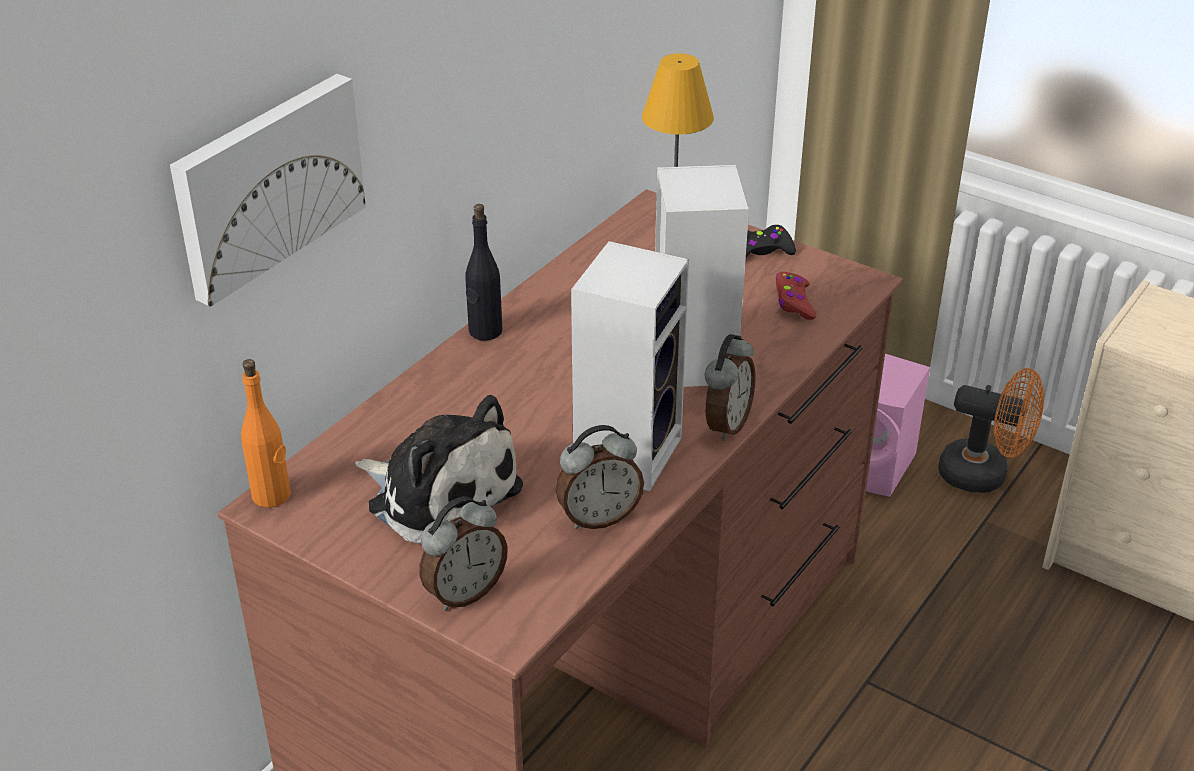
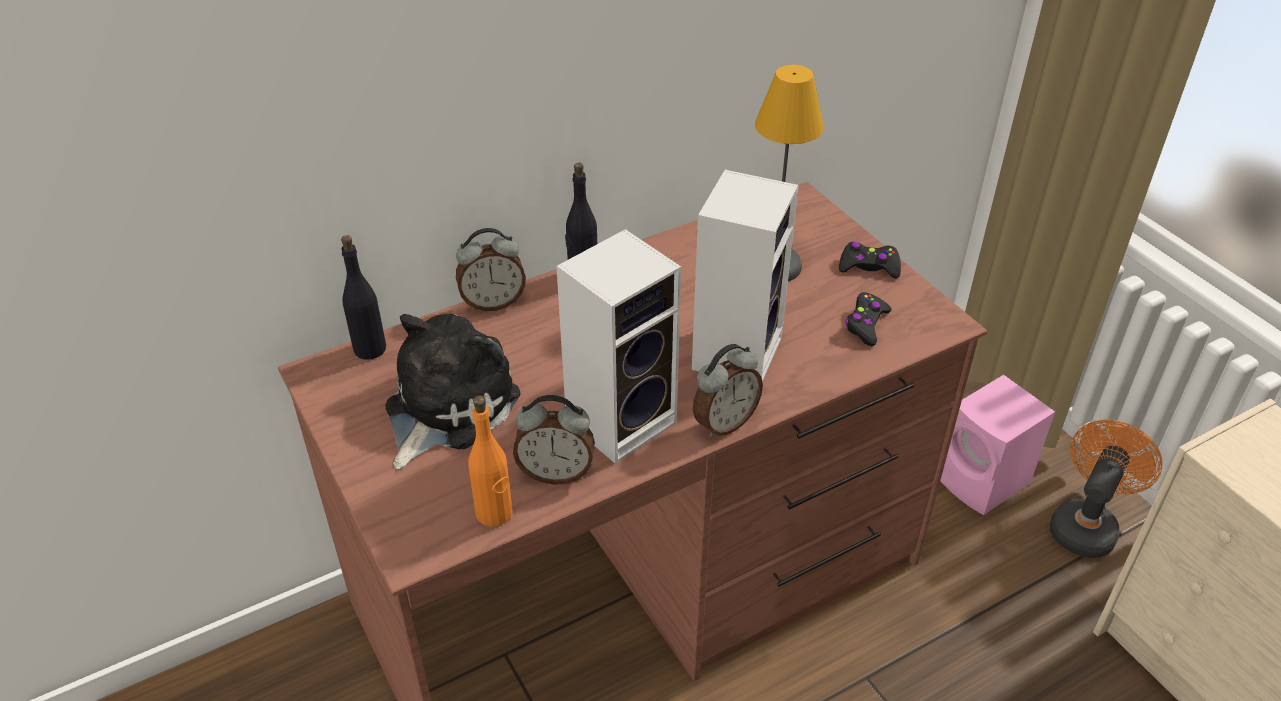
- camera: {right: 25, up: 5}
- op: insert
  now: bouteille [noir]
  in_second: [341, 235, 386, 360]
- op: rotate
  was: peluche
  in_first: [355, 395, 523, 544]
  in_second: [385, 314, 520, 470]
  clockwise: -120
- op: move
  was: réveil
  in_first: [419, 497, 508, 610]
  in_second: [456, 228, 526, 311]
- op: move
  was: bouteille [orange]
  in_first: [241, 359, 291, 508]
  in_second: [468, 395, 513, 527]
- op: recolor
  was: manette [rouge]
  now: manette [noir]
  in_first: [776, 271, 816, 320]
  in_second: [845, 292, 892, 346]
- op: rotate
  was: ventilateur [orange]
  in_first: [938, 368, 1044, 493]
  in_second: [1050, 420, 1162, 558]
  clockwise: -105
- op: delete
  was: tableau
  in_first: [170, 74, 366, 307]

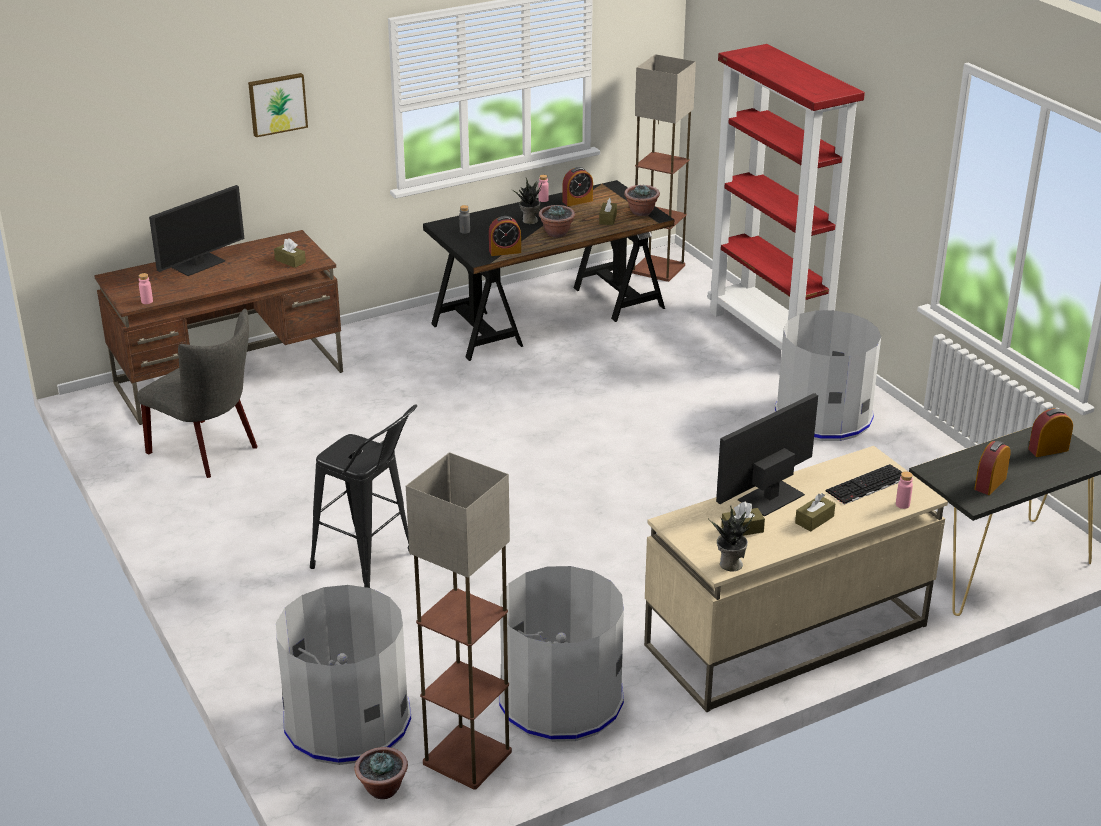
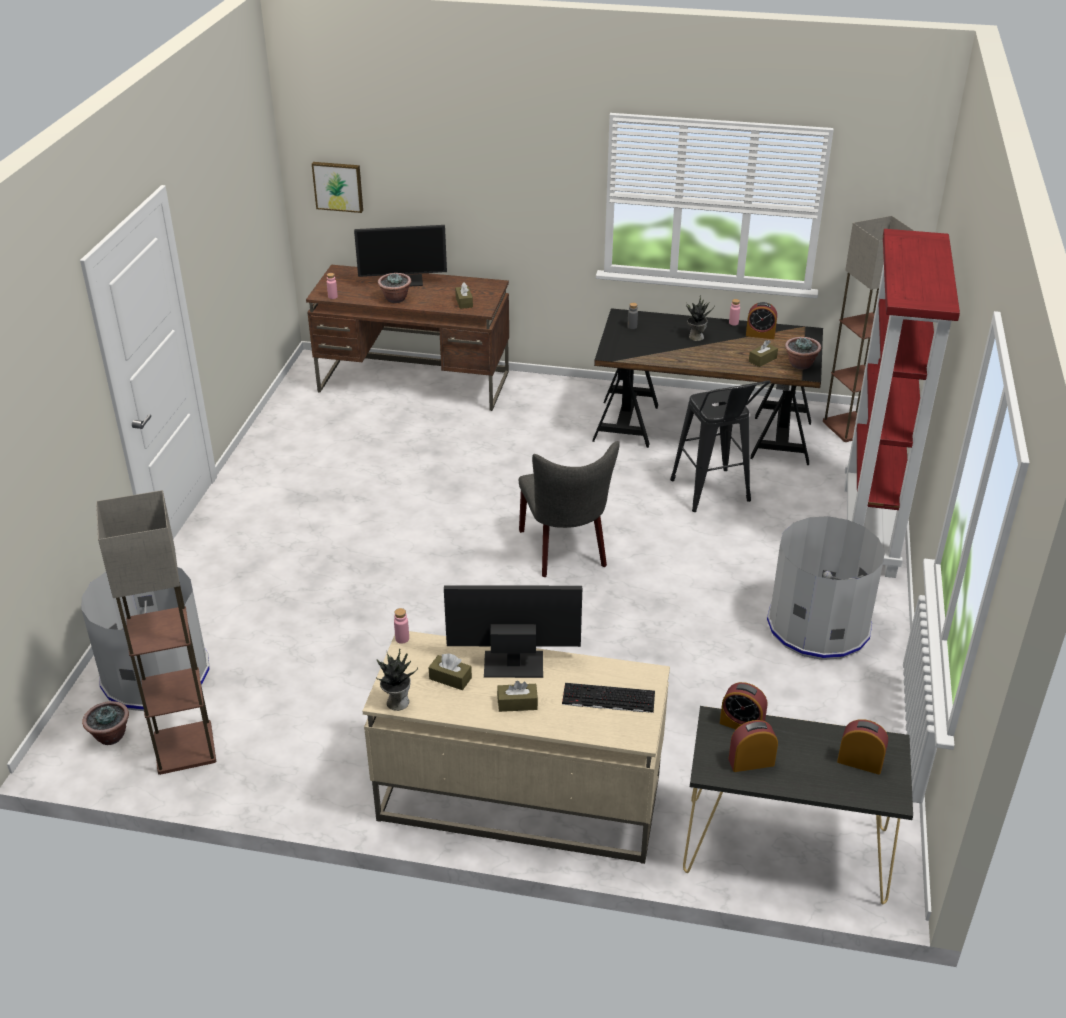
- camera: {right: 40, up: 5}
- op: move
  was: tableau
  in_first: [248, 73, 308, 137]
  in_second: [312, 162, 363, 213]
- op: move
  was: plante en pot
  in_first: [539, 205, 575, 238]
  in_second: [378, 273, 411, 303]
- op: move
  was: bouteille [rose]
  in_first: [896, 471, 913, 509]
  in_second: [394, 608, 409, 644]
- op: move
  was: chaise [gris]
  in_first: [137, 309, 257, 478]
  in_second: [519, 441, 620, 577]
- op: move
  was: tabouret [noir]
  in_first: [310, 404, 417, 588]
  in_second: [670, 380, 770, 512]
- op: move
  was: réveil
  in_first: [489, 216, 521, 256]
  in_second: [720, 682, 767, 729]
- op: delete
  was: poubelle [gris]
  in_first: [499, 566, 624, 742]

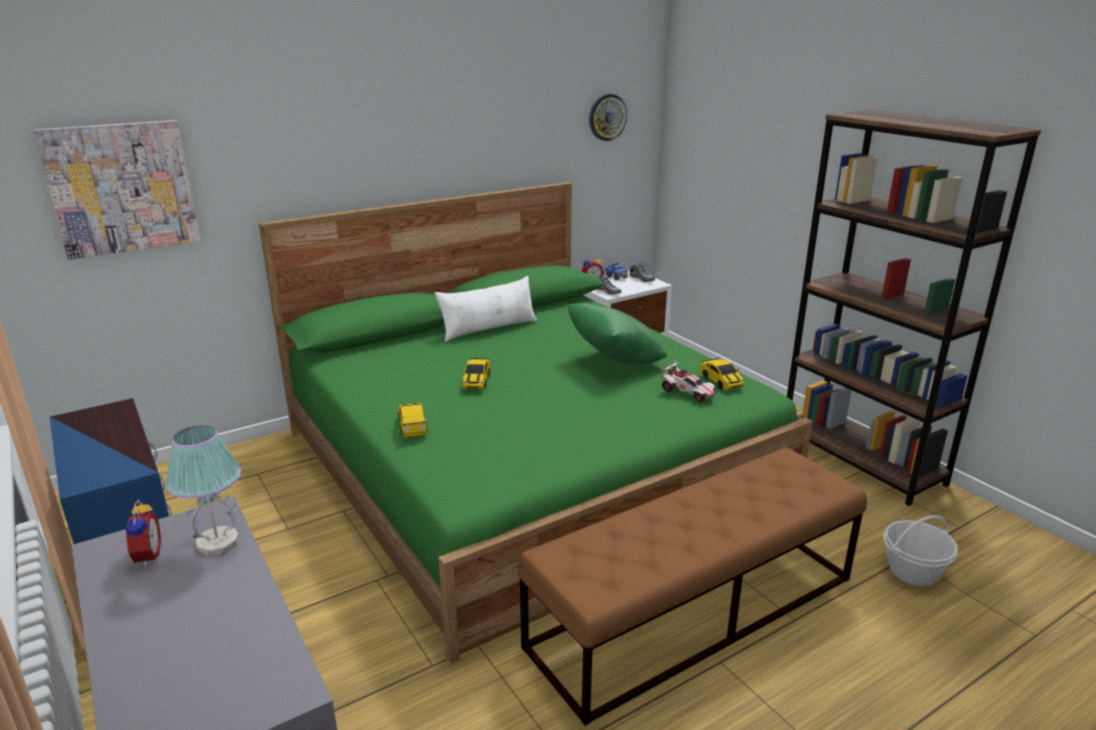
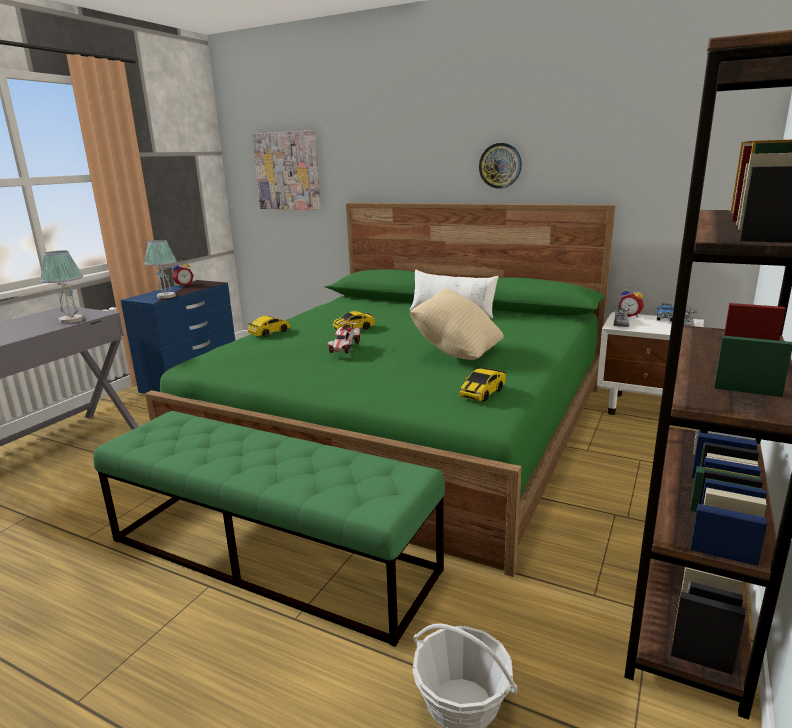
- camera: {right: 60, up: -5}
- op: recolor
  was: banc [marron]
  now: banc [vert]
  in_first: [518, 447, 867, 726]
  in_second: [93, 411, 445, 647]
- op: insert
  now: lampe de table
  in_second: [145, 240, 177, 299]
- op: move
  was: réveil
  in_first: [121, 499, 161, 566]
  in_second: [172, 260, 194, 287]
- op: move
  was: petite voiture
  in_first: [660, 359, 717, 402]
  in_second: [327, 320, 361, 354]
- op: recolor
  was: coussin [vert]
  now: coussin [beige]
  in_first: [567, 303, 667, 365]
  in_second: [410, 289, 504, 360]
- op: move
  was: horloge murale
  in_first: [589, 94, 627, 141]
  in_second: [479, 143, 522, 188]

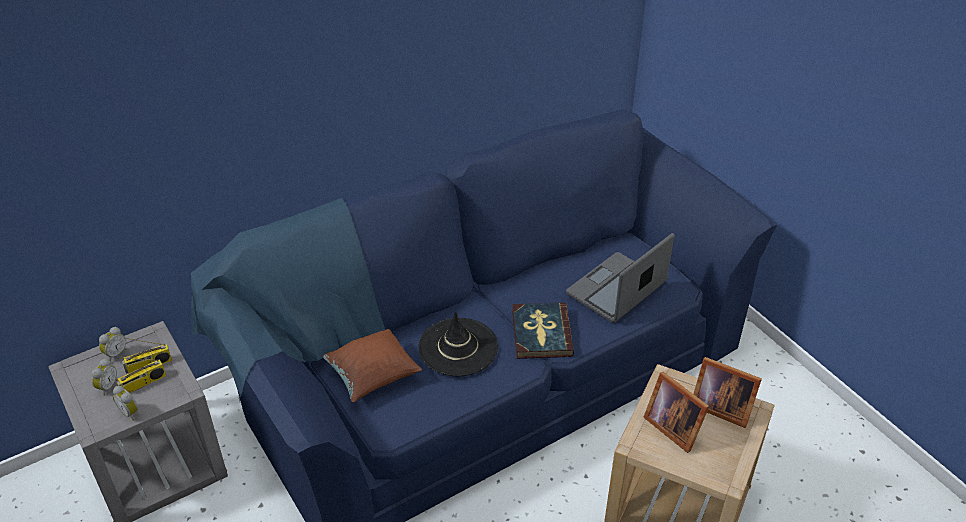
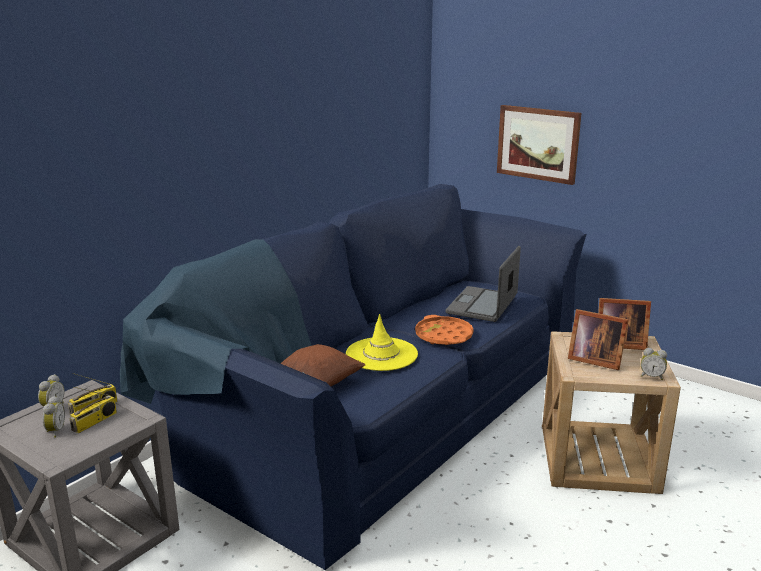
- camera: {right: -20, up: -20}
- op: recolor
  was: chapeau [noir]
  now: chapeau [jaune]
  in_first: [418, 312, 498, 376]
  in_second: [346, 314, 418, 371]
- op: replace
  was: livre
  now: plateau [orange]
  in_first: [512, 303, 574, 359]
  in_second: [415, 315, 473, 345]
- op: insert
  now: tableau
  in_second: [497, 105, 582, 185]
- op: move
  was: réveil
  in_first: [113, 386, 138, 421]
  in_second: [641, 348, 667, 380]

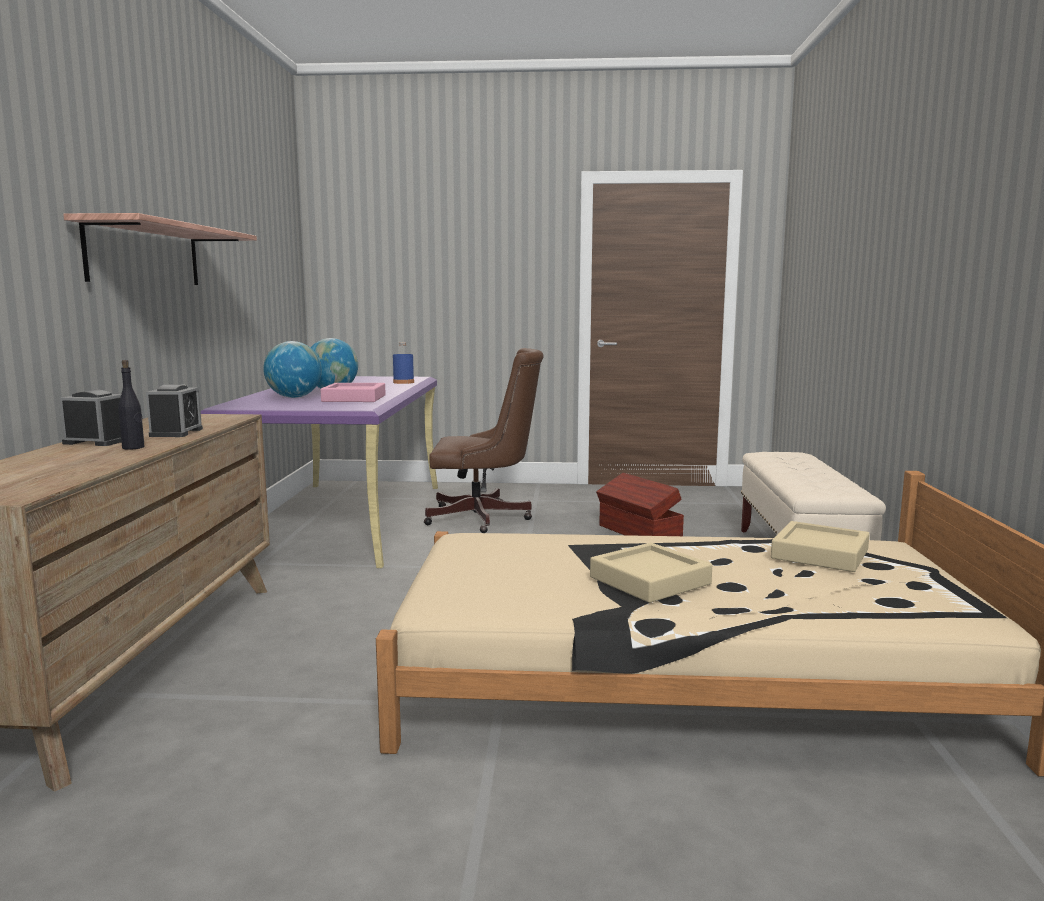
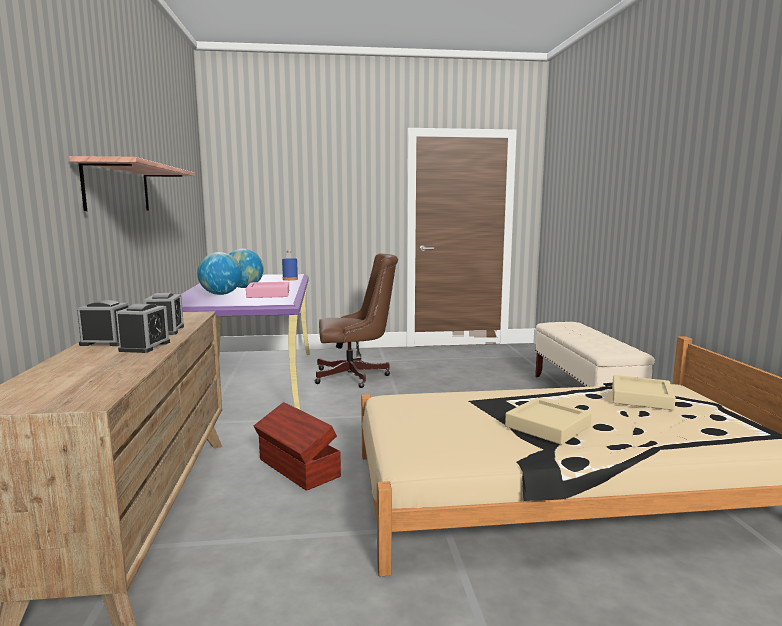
- camera: {right: -10, up: 0}
- op: replace
  was: bouteille [noir]
  now: réveil
  in_first: [118, 360, 144, 450]
  in_second: [116, 304, 170, 353]
- op: move
  was: boîte de rangement [marron]
  in_first: [596, 473, 684, 536]
  in_second: [254, 402, 341, 491]

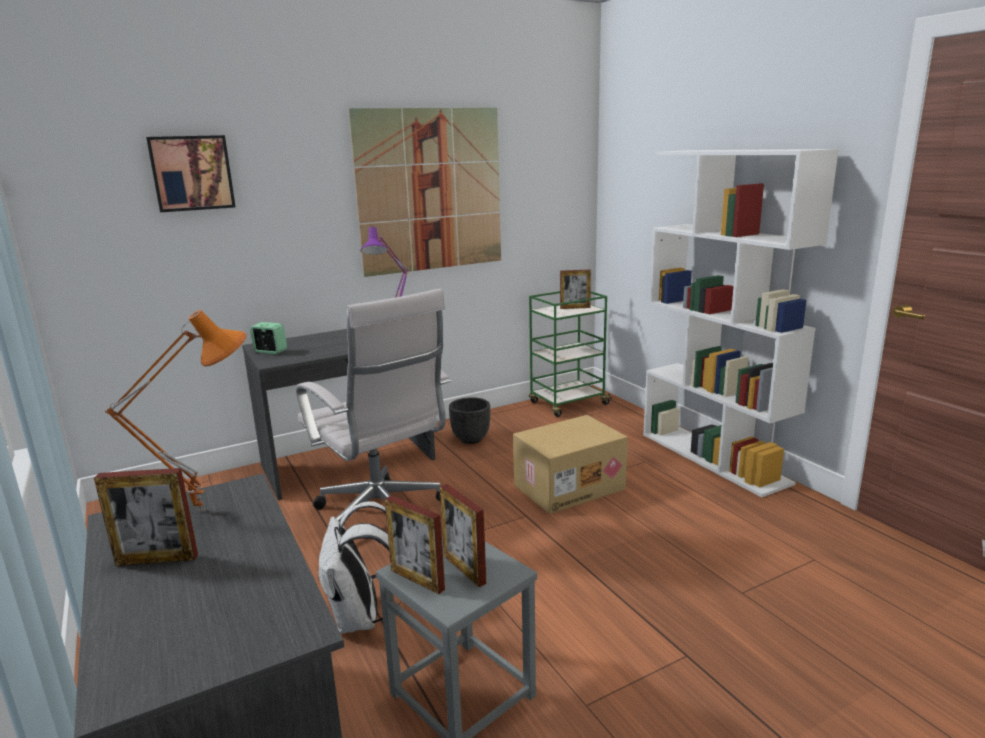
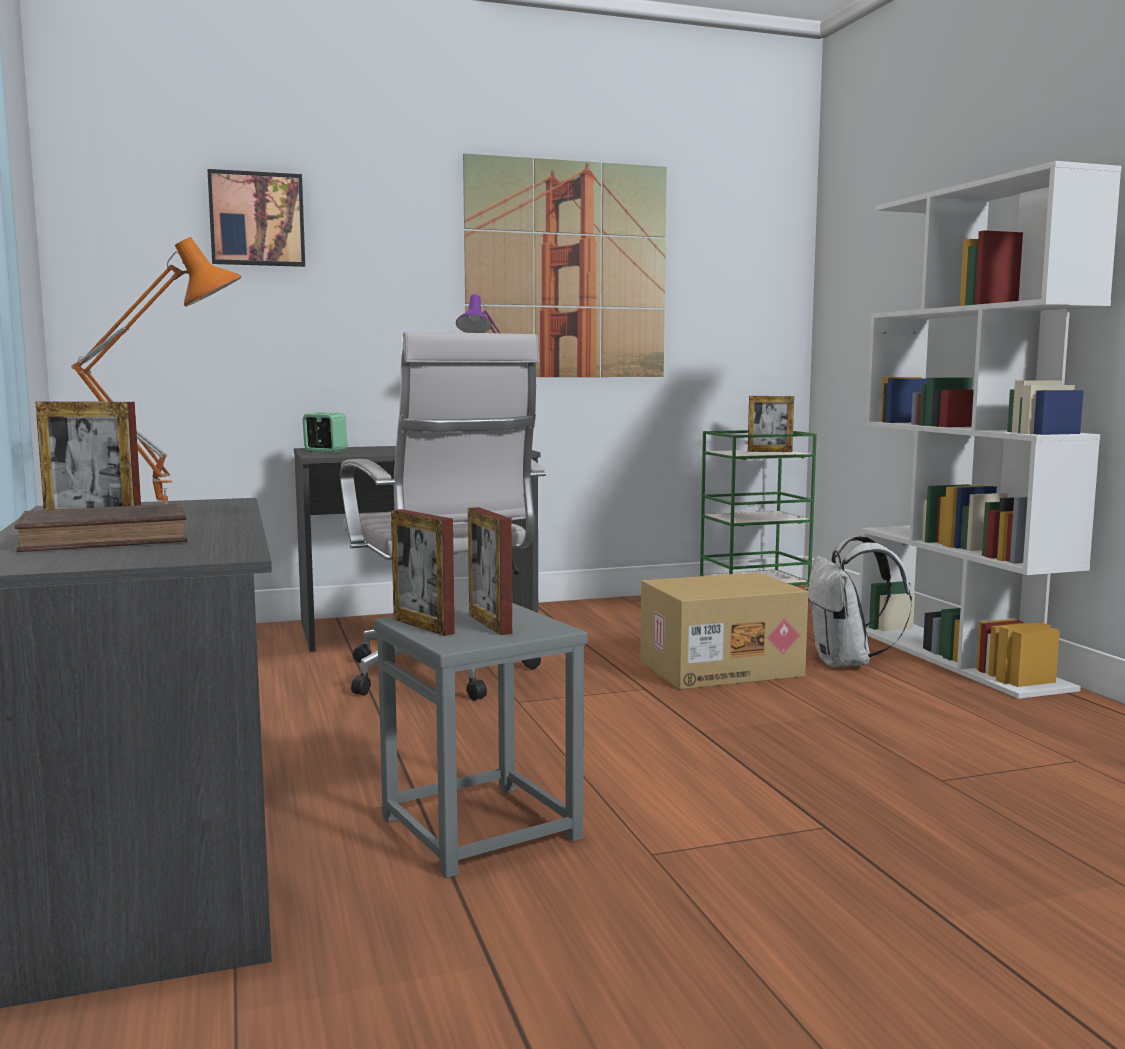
- camera: {right: 10, up: -10}
- op: insert
  now: livre [marron]
  in_second: [15, 504, 188, 552]
- op: move
  was: sac à dos [blanc]
  in_first: [318, 501, 401, 634]
  in_second: [808, 536, 912, 667]
- op: delete
  was: cache-pot [noir]
  in_first: [449, 397, 490, 444]

